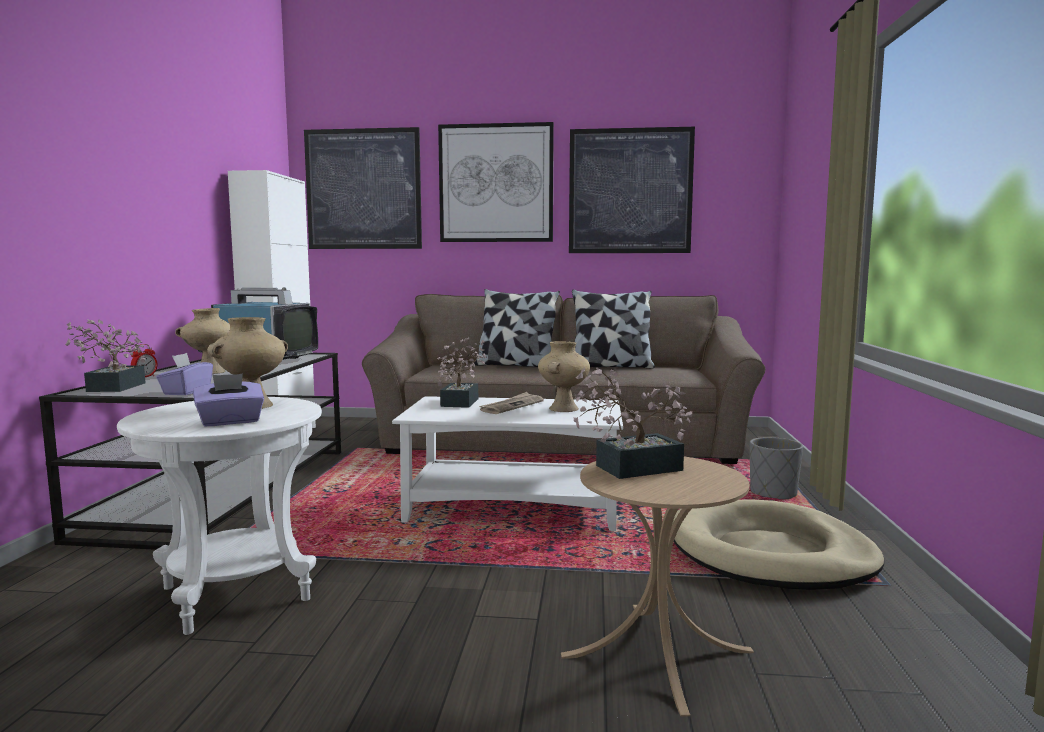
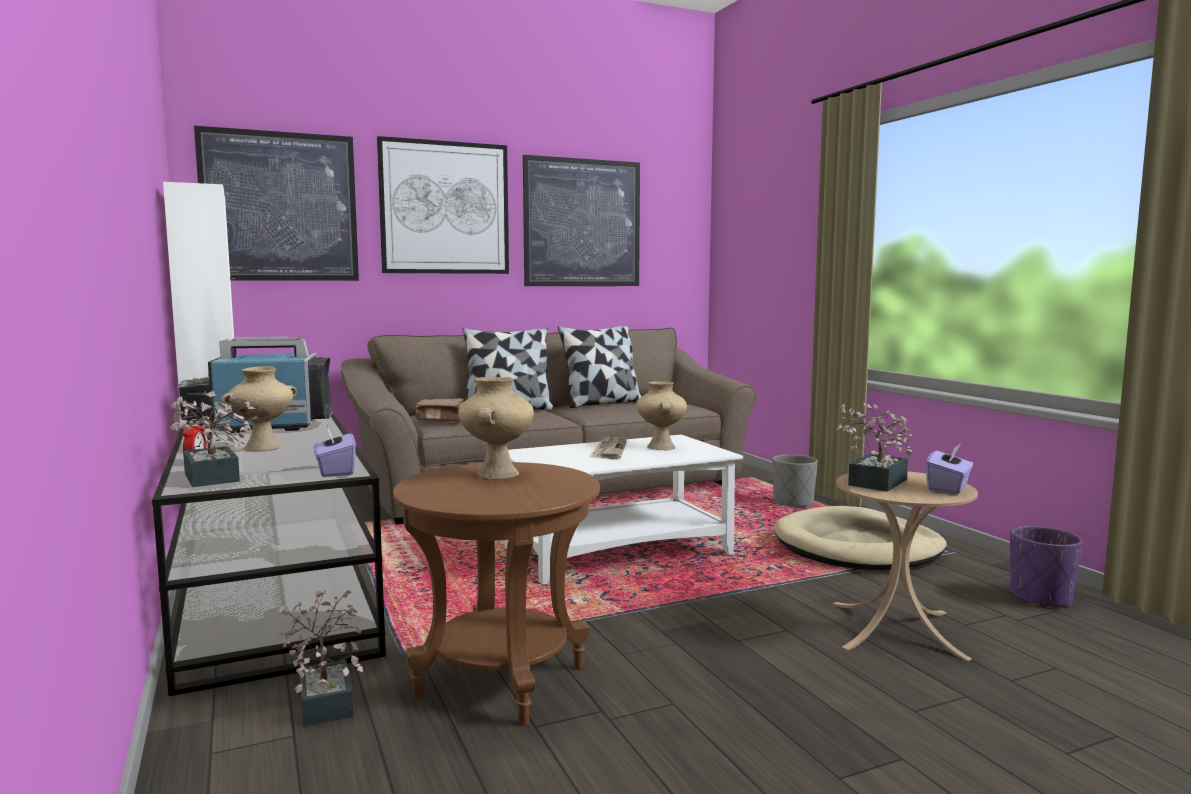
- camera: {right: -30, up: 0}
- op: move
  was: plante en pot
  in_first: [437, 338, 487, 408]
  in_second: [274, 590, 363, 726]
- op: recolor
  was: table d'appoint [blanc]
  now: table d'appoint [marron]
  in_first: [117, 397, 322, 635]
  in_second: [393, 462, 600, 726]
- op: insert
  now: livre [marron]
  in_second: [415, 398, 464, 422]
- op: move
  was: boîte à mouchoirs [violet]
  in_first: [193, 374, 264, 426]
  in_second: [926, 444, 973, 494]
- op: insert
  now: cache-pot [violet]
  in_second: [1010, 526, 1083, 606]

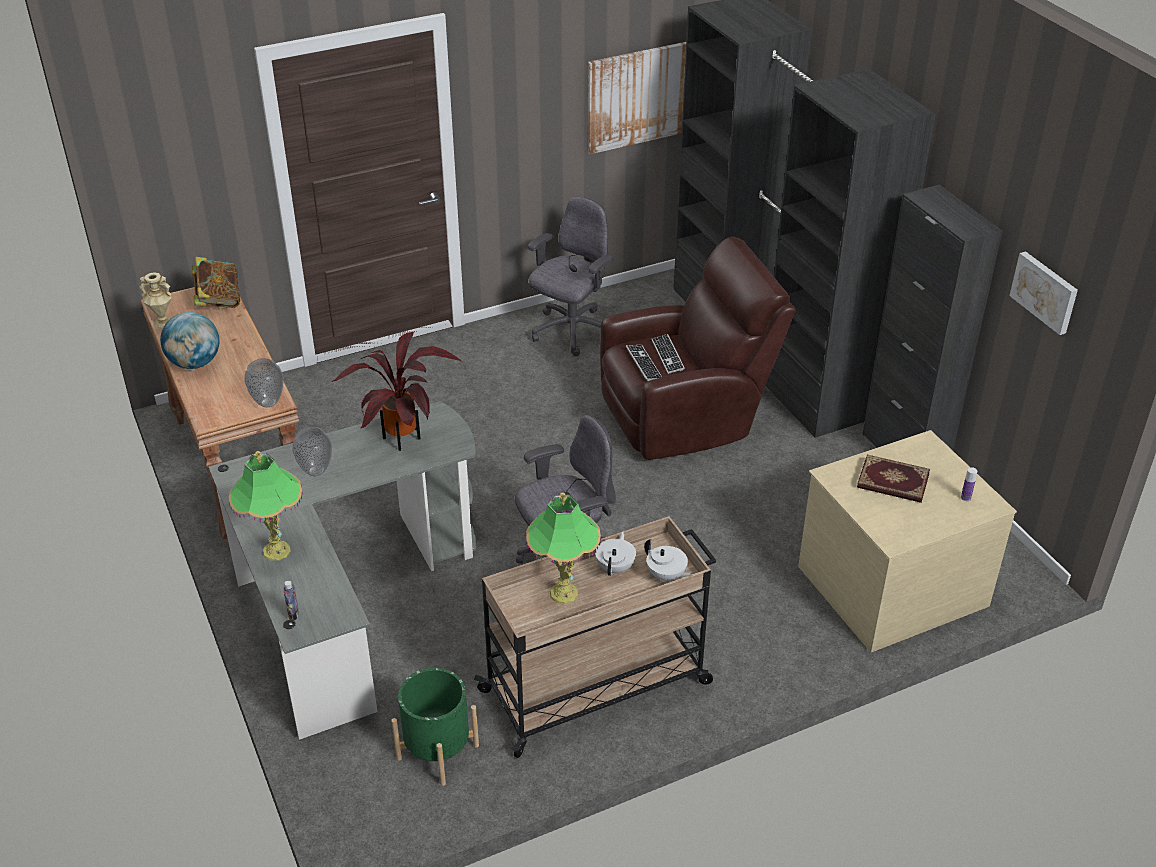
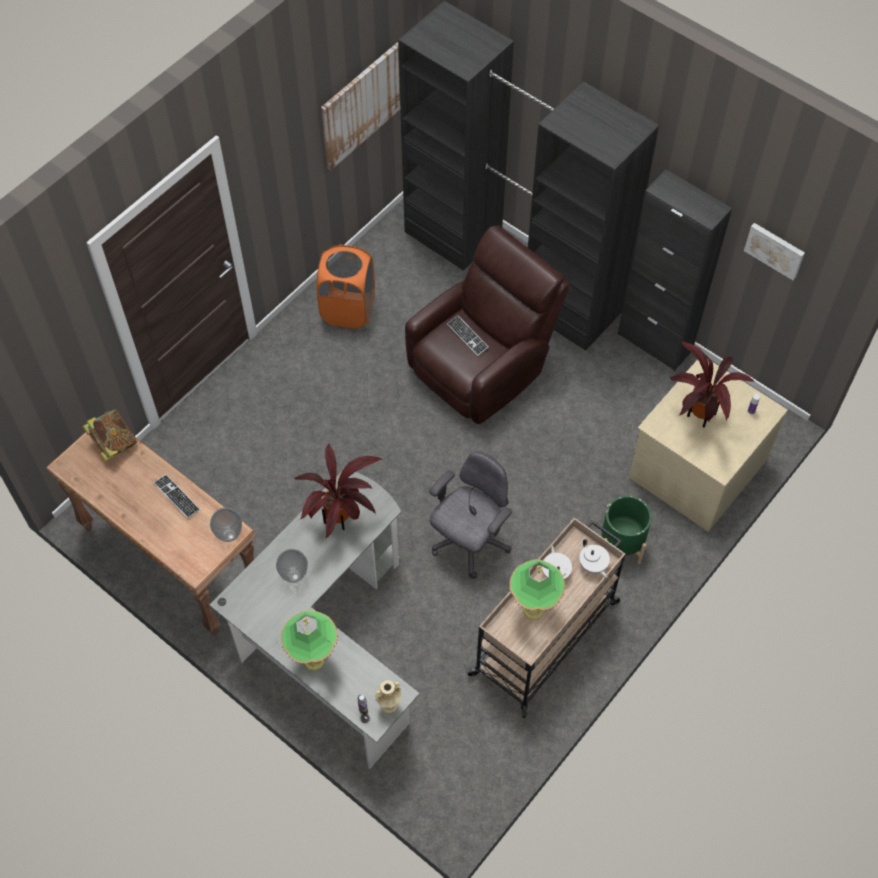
- camera: {right: -25, up: 20}
- op: move
  was: clavier
  in_first: [626, 345, 662, 381]
  in_second: [153, 474, 201, 519]
- op: replace
  was: chaise de bureau [gris]
  now: panier à linge [orange]
  in_first: [528, 197, 614, 356]
  in_second: [316, 245, 375, 329]
- op: move
  was: vase [beige]
  in_first: [140, 272, 172, 327]
  in_second: [375, 680, 402, 713]
- op: rotate
  was: théière [blanc]
  in_first: [644, 539, 693, 581]
  in_second: [579, 539, 610, 577]
  clockwise: 45
- op: move
  was: cache-pot [vert]
  in_first: [391, 668, 479, 786]
  in_second: [602, 495, 652, 564]
- op: replace
  was: livre
  now: plante en pot
  in_first: [857, 455, 930, 503]
  in_second: [670, 340, 755, 428]
- op: delete
  was: globe
  in_first: [160, 312, 220, 369]

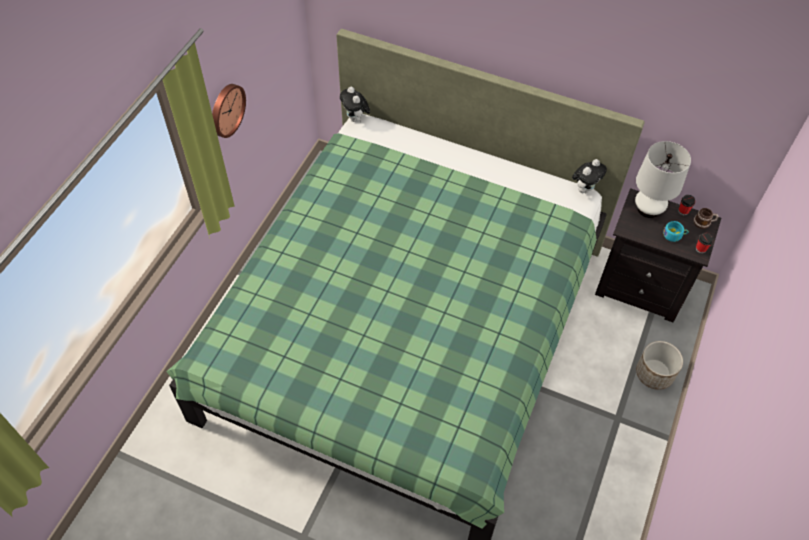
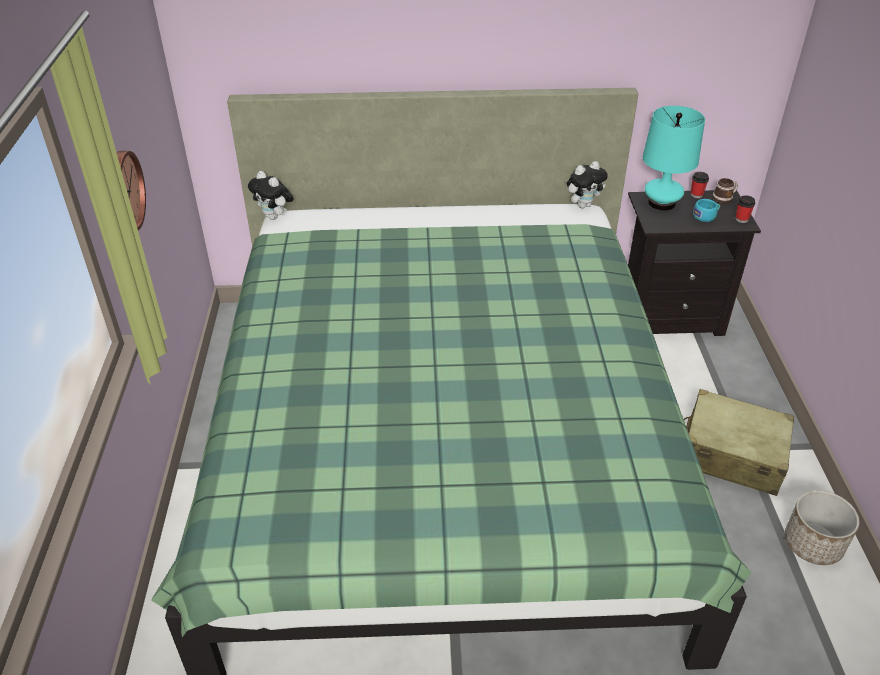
- camera: {right: -25, up: -15}
- op: rotate
  was: peluche
  in_first: [572, 159, 607, 193]
  in_second: [567, 161, 608, 208]
  clockwise: 45
- op: recolor
  was: lampe de table [blanc]
  now: lampe de table [turquoise]
  in_first: [635, 141, 691, 218]
  in_second: [643, 106, 705, 210]
- op: insert
  now: valise [beige]
  in_second: [684, 389, 794, 496]
- op: move
  was: cache-pot
  in_first: [636, 341, 683, 390]
  in_second: [785, 490, 859, 565]

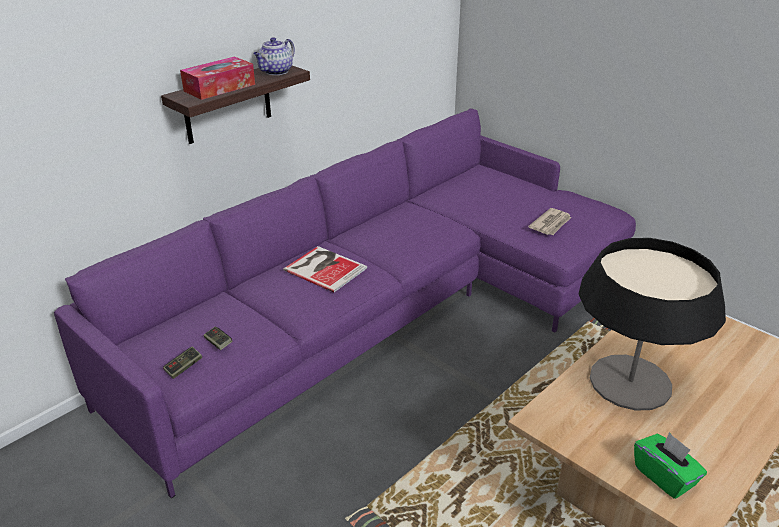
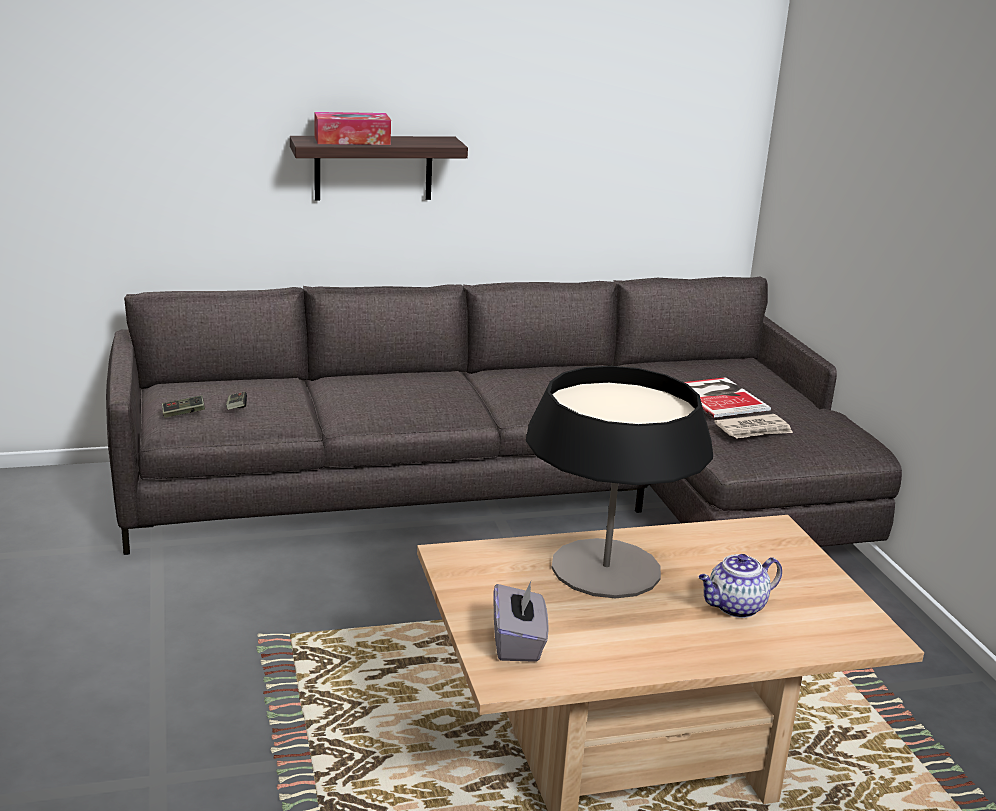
- camera: {right: 30, up: -10}
- op: recolor
  was: canapé [violet]
  now: canapé [gris]
  in_first: [54, 108, 636, 498]
  in_second: [106, 276, 902, 555]
- op: recolor
  was: boîte à mouchoirs [vert]
  now: boîte à mouchoirs [gris]
  in_first: [634, 432, 707, 499]
  in_second: [493, 582, 549, 662]
- op: move
  was: livre
  in_first: [283, 246, 367, 292]
  in_second: [684, 377, 771, 418]
- op: move
  was: théière
  in_first: [253, 37, 295, 75]
  in_second: [699, 554, 782, 618]

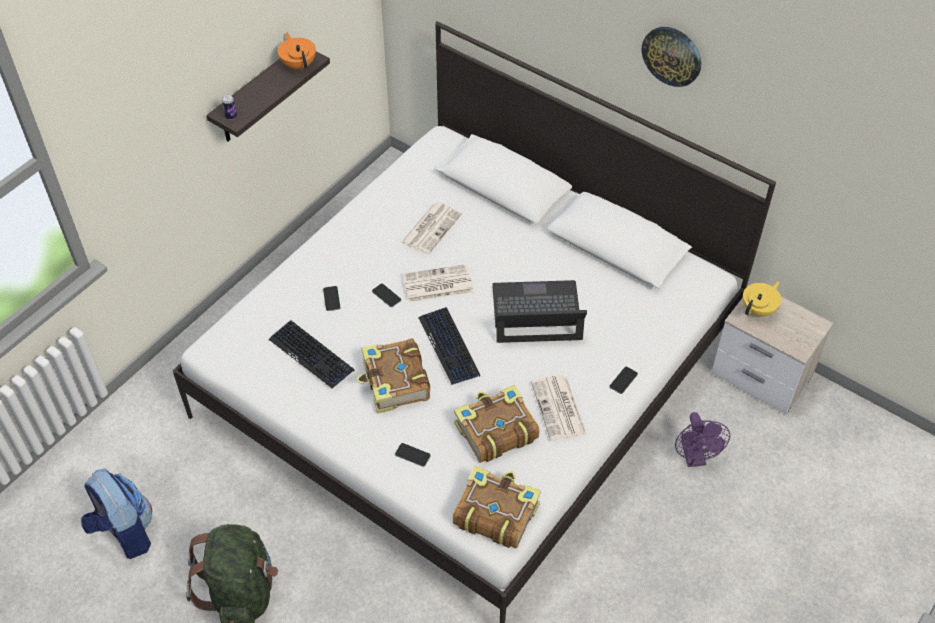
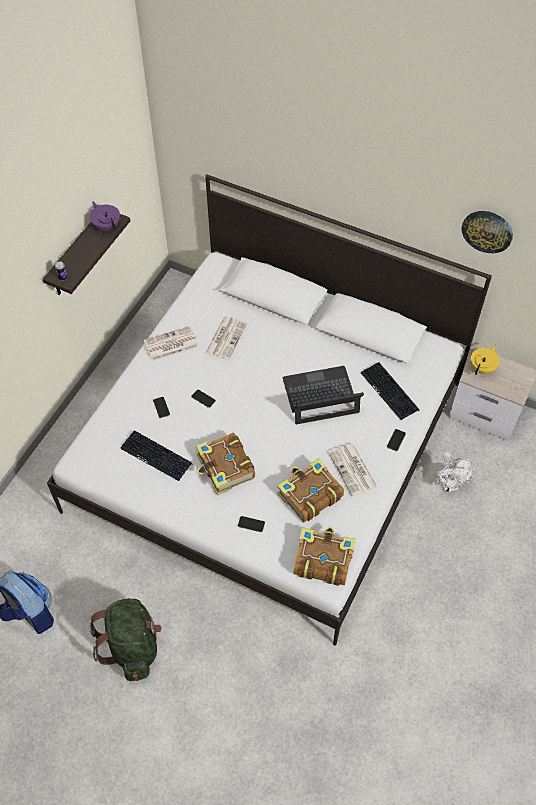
- camera: {right: -10, up: 5}
- op: recolor
  was: théière [orange]
  now: théière [violet]
  in_first: [278, 33, 316, 71]
  in_second: [89, 202, 120, 231]
- op: move
  was: journal
  in_first: [403, 264, 474, 302]
  in_second: [144, 326, 199, 361]
- op: move
  was: clavier
  in_first: [419, 307, 480, 385]
  in_second: [361, 362, 419, 420]
- op: recolor
  was: ventilateur [violet]
  now: ventilateur [blanc]
  in_first: [675, 412, 730, 467]
  in_second: [437, 452, 476, 493]
- op: move
  was: horloge murale
  in_first: [642, 27, 701, 87]
  in_second: [462, 211, 513, 253]

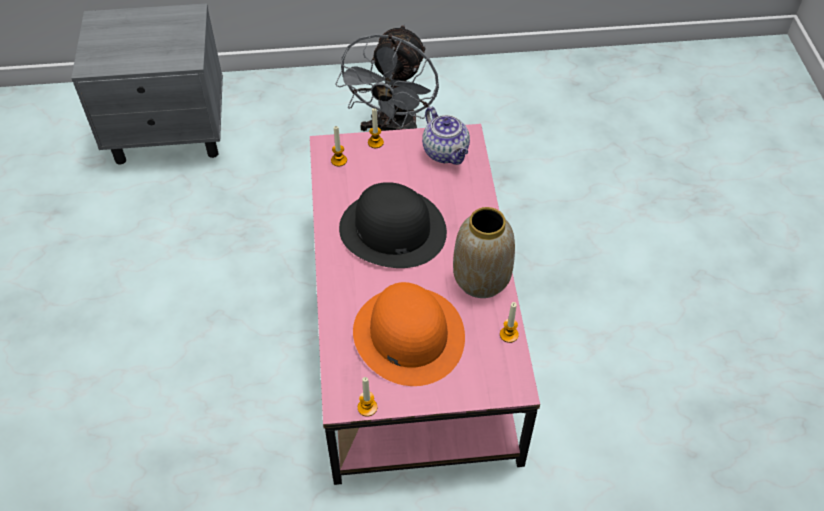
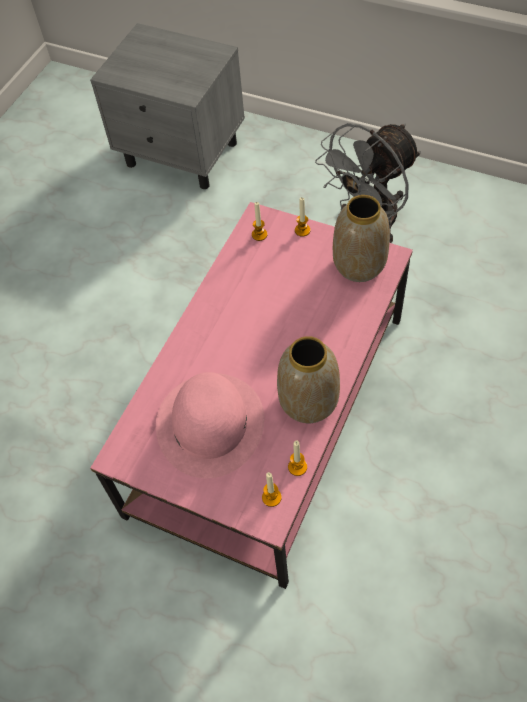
- camera: {right: 35, up: 5}
- op: recolor
  was: chapeau [orange]
  now: chapeau [rose]
  in_first: [353, 282, 465, 386]
  in_second: [156, 372, 264, 478]
- op: move
  was: bougie
  in_first: [358, 377, 377, 417]
  in_second: [262, 472, 282, 507]
- op: replace
  was: théière
  now: vase
  in_first: [422, 107, 470, 165]
  in_second: [333, 195, 390, 282]
- op: delete
  was: chapeau [noir]
  in_first: [339, 182, 447, 268]

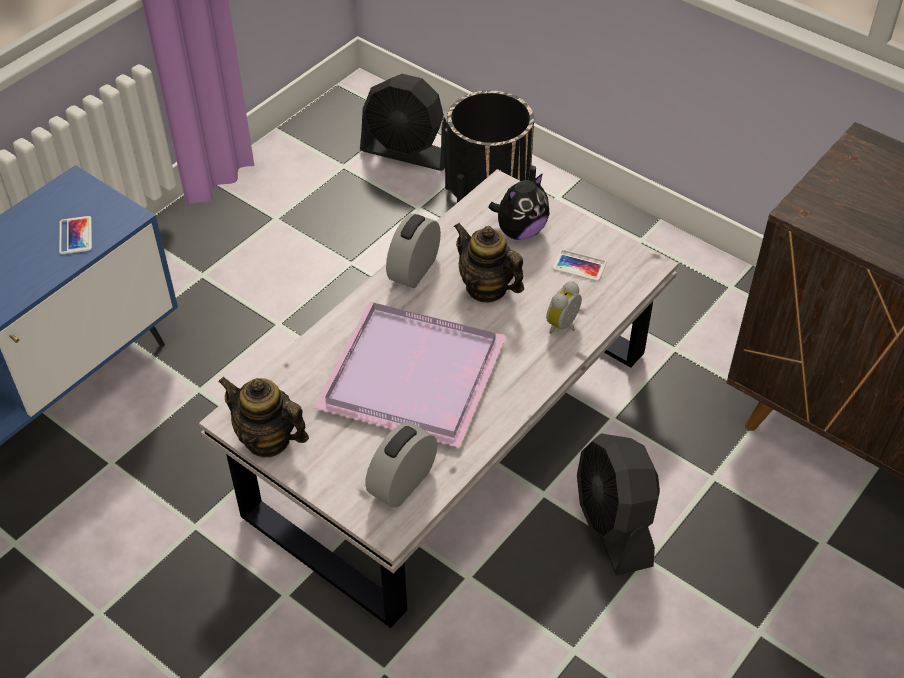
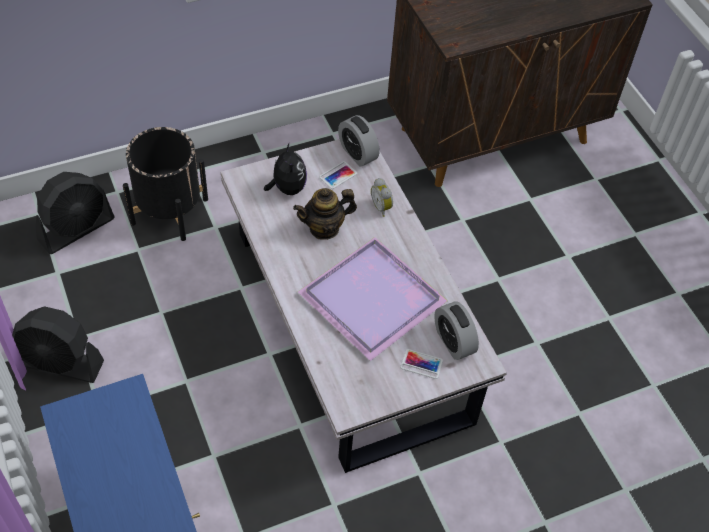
- camera: {right: -65, up: 5}
- op: move
  was: ventilateur [noir]
  in_first: [577, 434, 660, 575]
  in_second: [12, 306, 104, 383]
- op: move
  was: réveil
  in_first: [386, 213, 441, 288]
  in_second: [338, 115, 380, 167]
- op: move
  was: téléphone
  in_first: [59, 216, 92, 254]
  in_second: [400, 349, 443, 379]
- op: delete
  was: théière
  in_first: [218, 377, 309, 458]

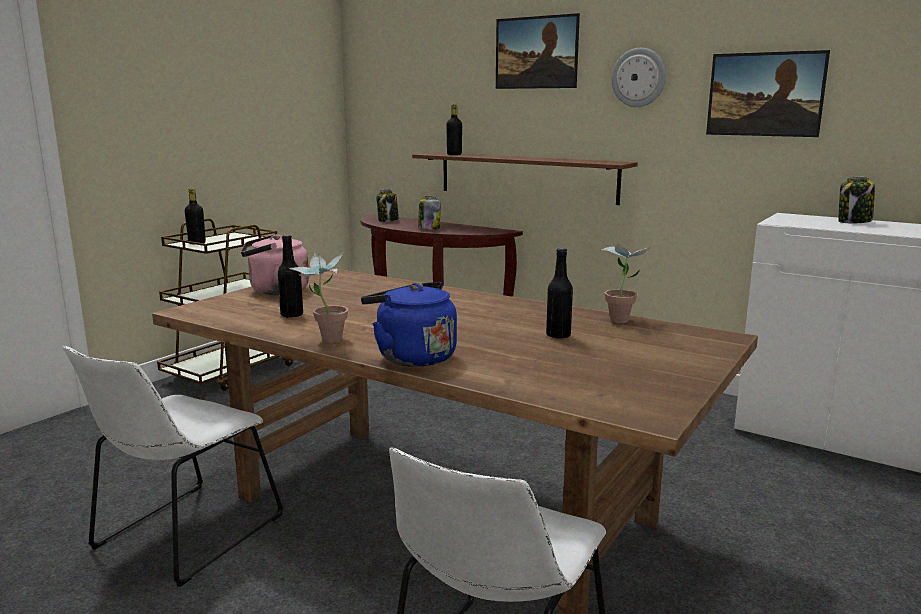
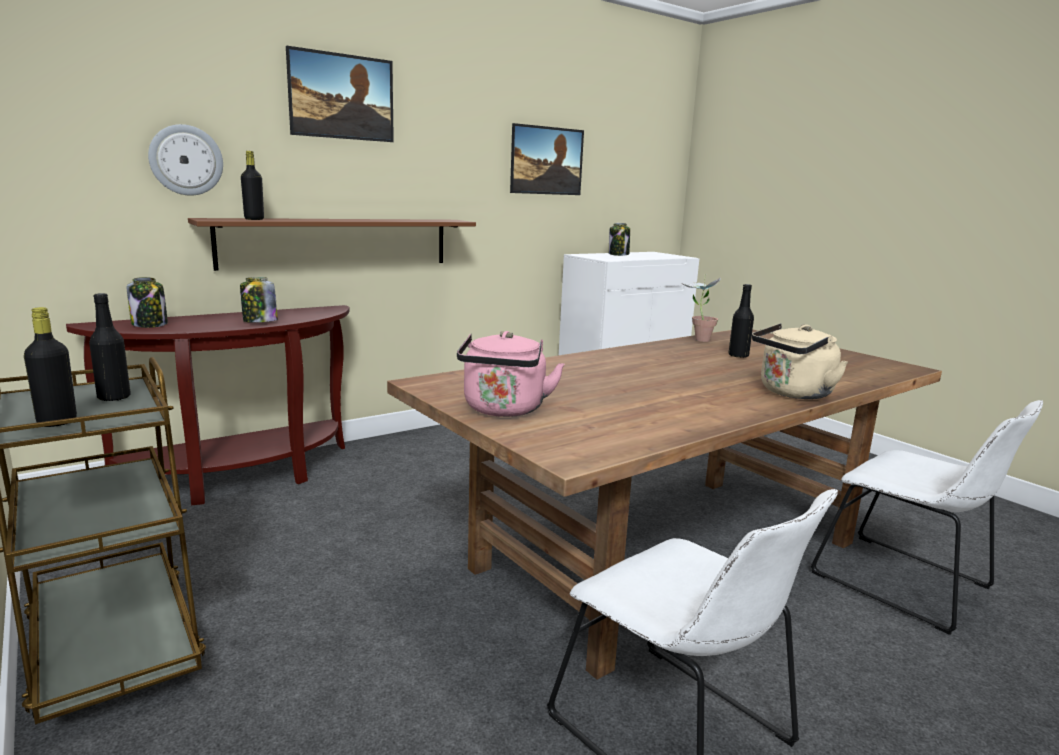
- camera: {right: -70, up: 0}
- op: move
  was: bouteille [noir]
  in_first: [278, 235, 303, 318]
  in_second: [89, 293, 131, 401]
- op: move
  was: horloge murale
  in_first: [612, 48, 666, 107]
  in_second: [148, 124, 223, 196]
- op: recolor
  was: bouilloire [bleu]
  now: bouilloire [beige]
  in_first: [361, 282, 457, 367]
  in_second: [752, 323, 848, 399]
- op: delete
  was: plante en pot
  in_first: [287, 251, 348, 343]

